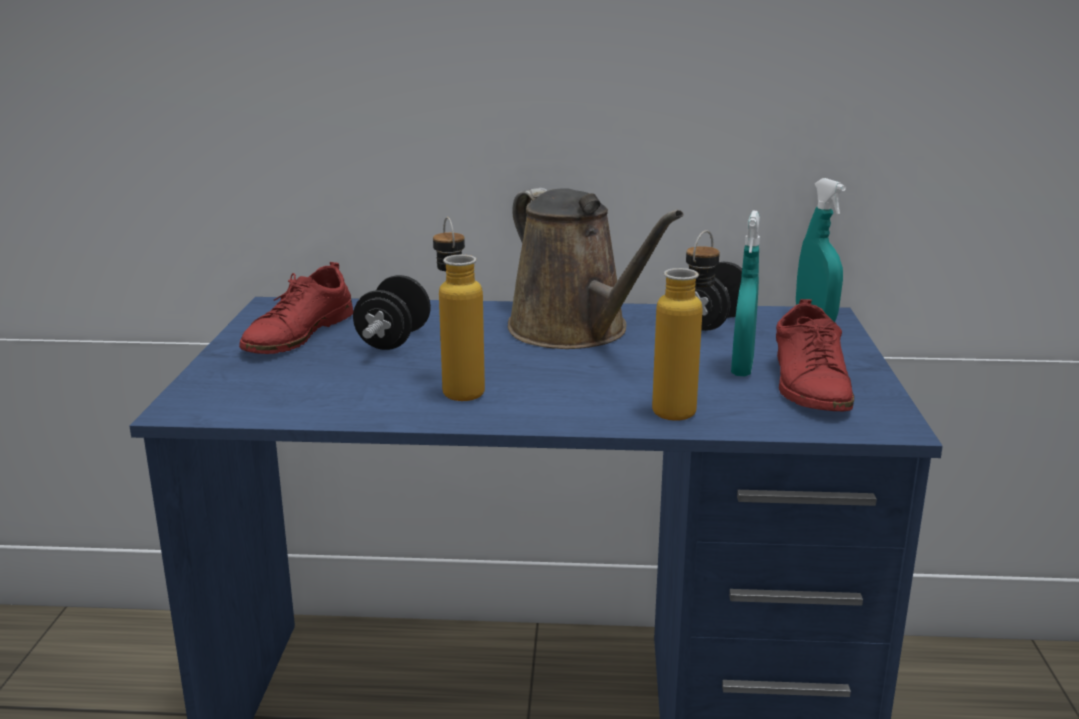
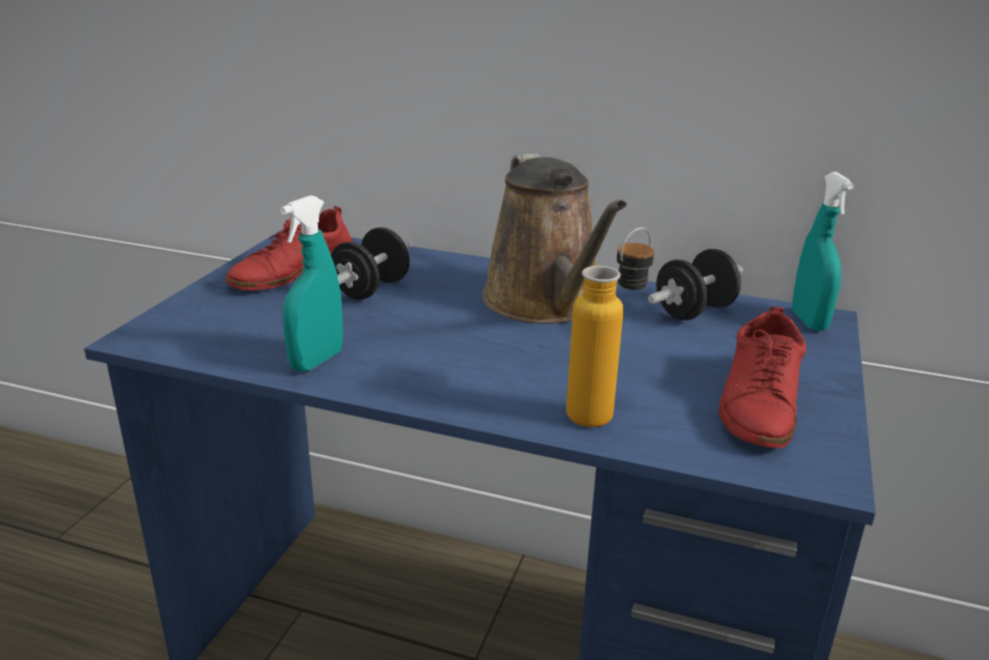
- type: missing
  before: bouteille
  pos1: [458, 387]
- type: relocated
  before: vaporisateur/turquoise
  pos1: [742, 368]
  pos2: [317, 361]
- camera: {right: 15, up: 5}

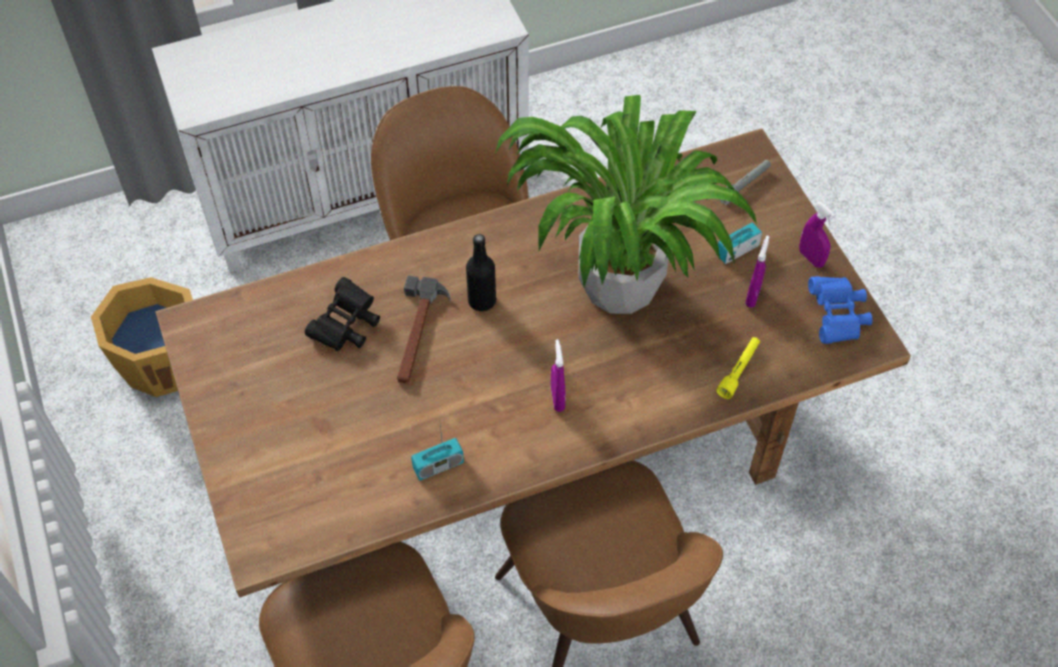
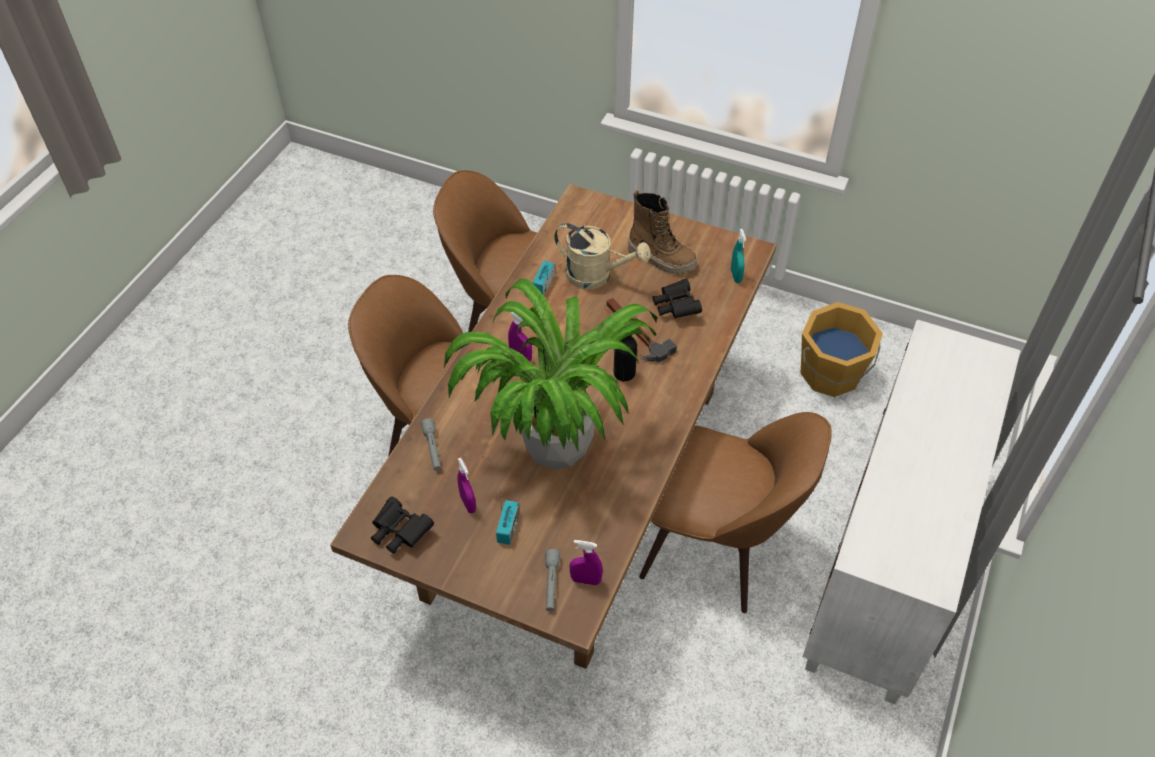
- type: appeared
  after: arrosoir/beige
  pos2: [596, 276]
- type: appeared
  after: botte
  pos2: [661, 259]
- type: appeared
  after: vaporisateur/turquoise
  pos2: [736, 276]
- type: relocated
  before: vaporisateur/violet
  pos1: [811, 258]
  pos2: [585, 580]
- type: colour
  before: lampe de poche/jaune
  after: lampe de poche/gris
  pos1: [739, 371]
  pos2: [433, 449]
- type: colour
  before: jumelles/bleu
  after: jumelles/noir
  pos1: [837, 317]
  pos2: [399, 532]
- camera: {right: 135, up: -5}

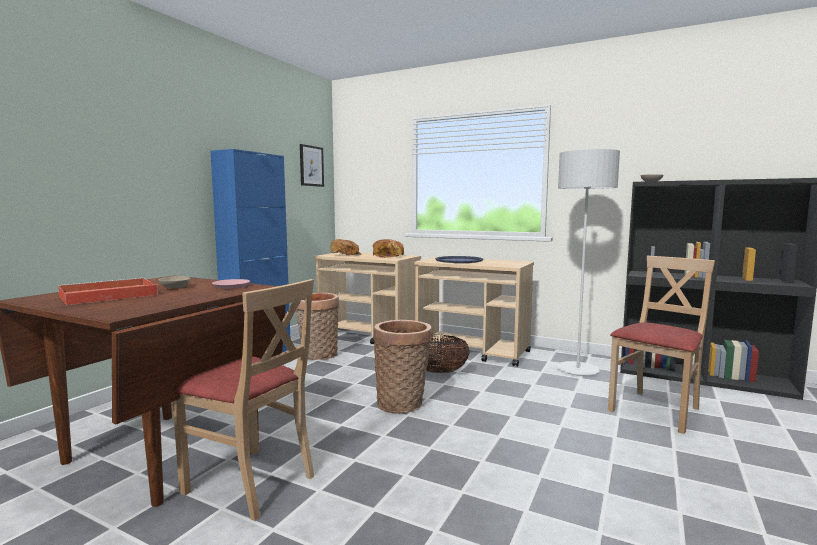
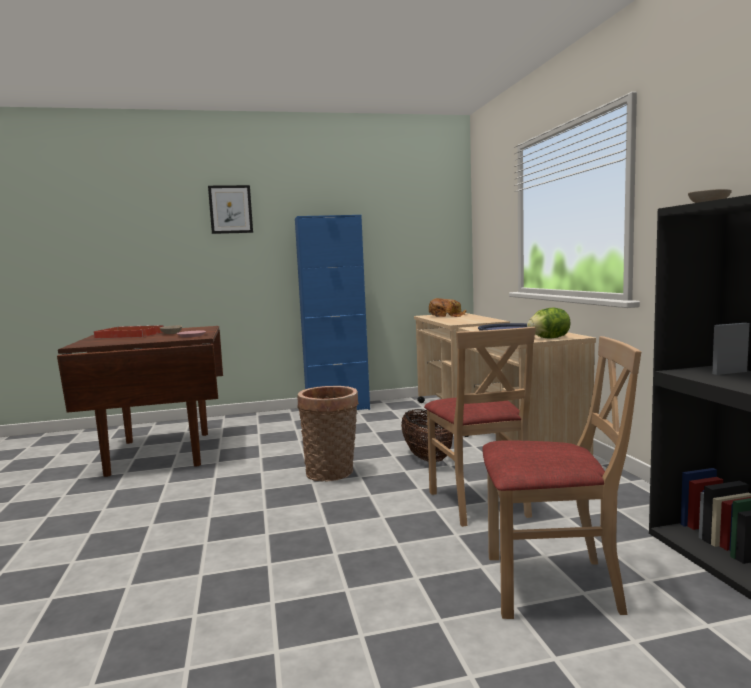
- type: missing
  before: panier
  pos1: [318, 355]
- type: missing
  before: pain
  pos1: [388, 256]
- type: missing
  before: lampadaire/gris
  pos1: [577, 370]
- type: appeared
  after: laitue
  pos2: [549, 338]
- type: relocated
  before: chaise/beige
  pos1: [250, 482]
  pos2: [480, 503]
- type: relocated
  before: tableau
  pos1: [311, 166]
  pos2: [230, 209]
- camera: {right: 50, up: 0}

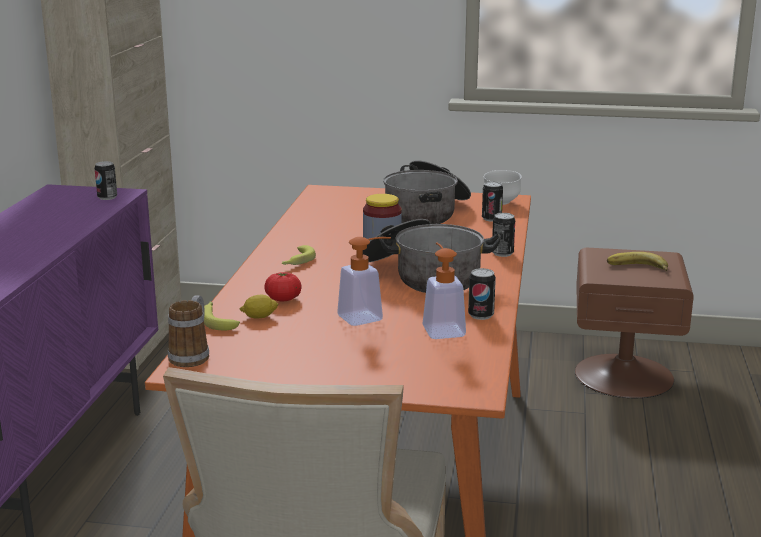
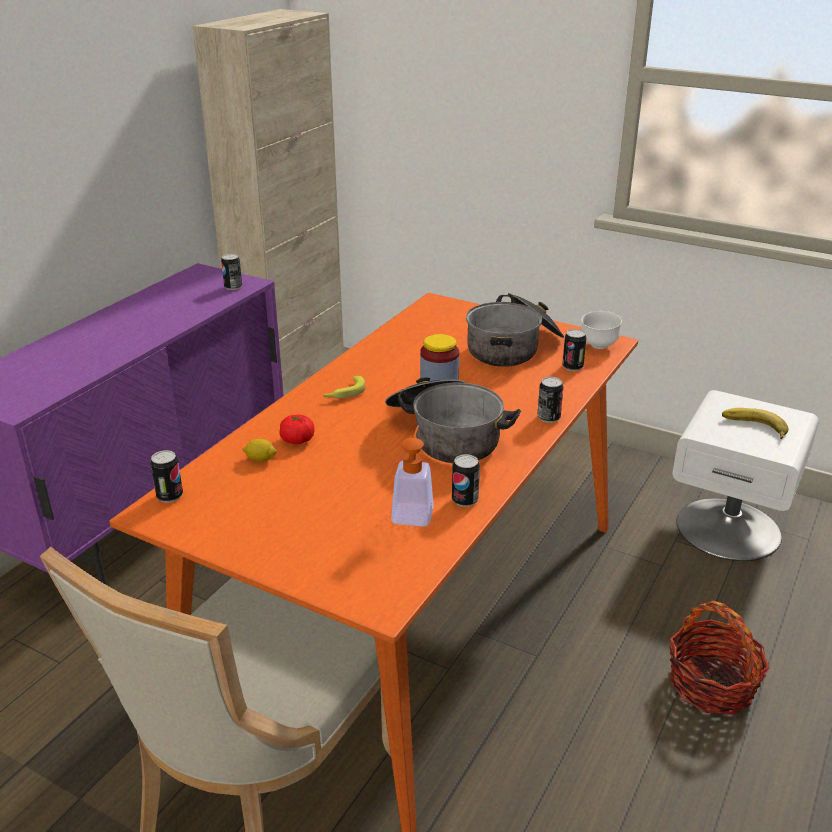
- type: missing
  before: banane
  pos1: [218, 320]
- type: missing
  before: distributeur de savon
  pos1: [367, 316]
- type: appeared
  after: panier
  pos2: [711, 684]
- type: exchanged
  before: mug
  after: boîte métallique
  pos1: [192, 355]
  pos2: [170, 496]
- type: colour
  before: table de chevet/marron
  after: table de chevet/blanc
  pos1: [624, 375]
  pos2: [728, 527]
- camera: {right: 20, up: 10}

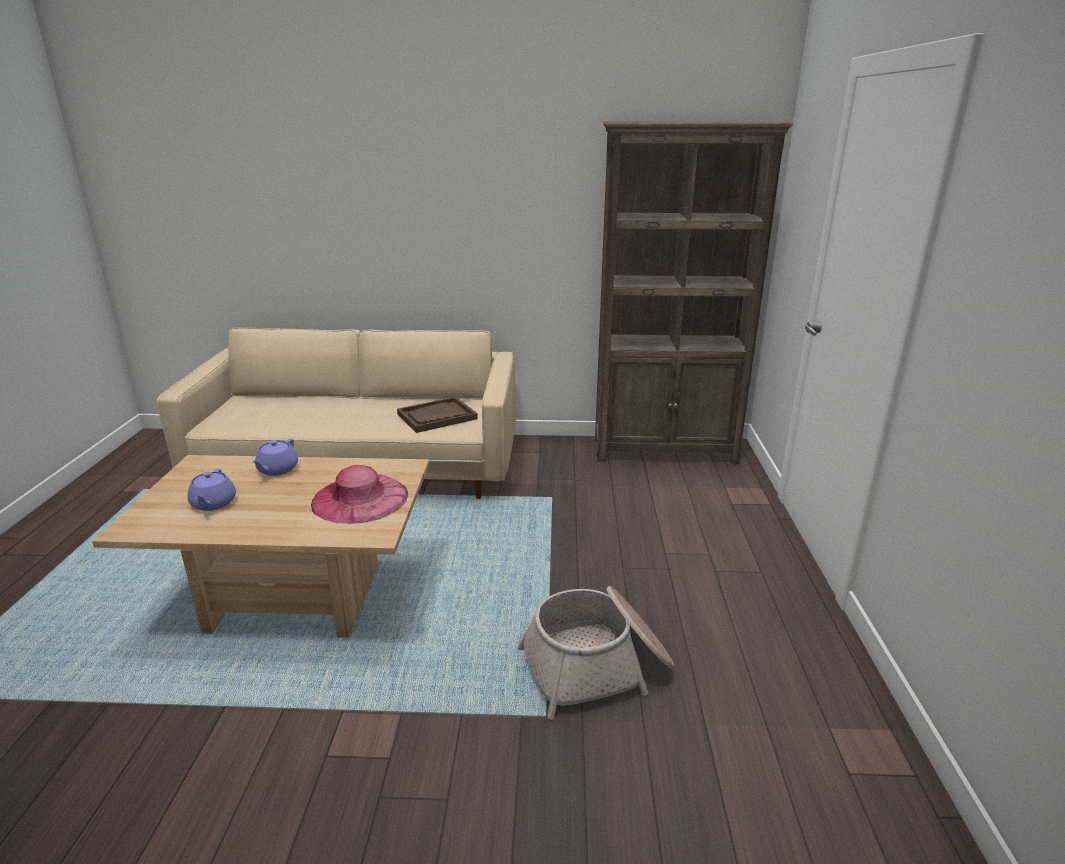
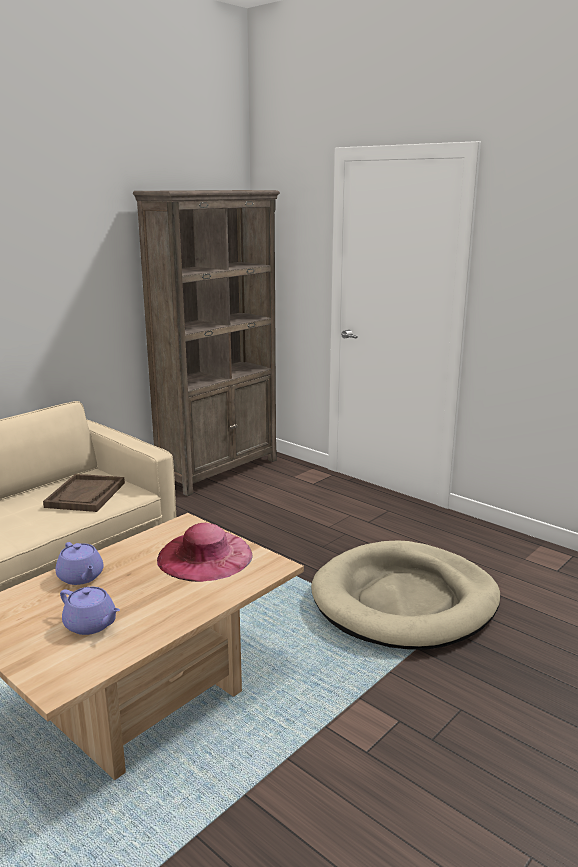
- type: exchanged
  before: panier
  after: panier pour chien/beige
  pos1: [597, 667]
  pos2: [405, 600]
- camera: {right: -50, up: -5}

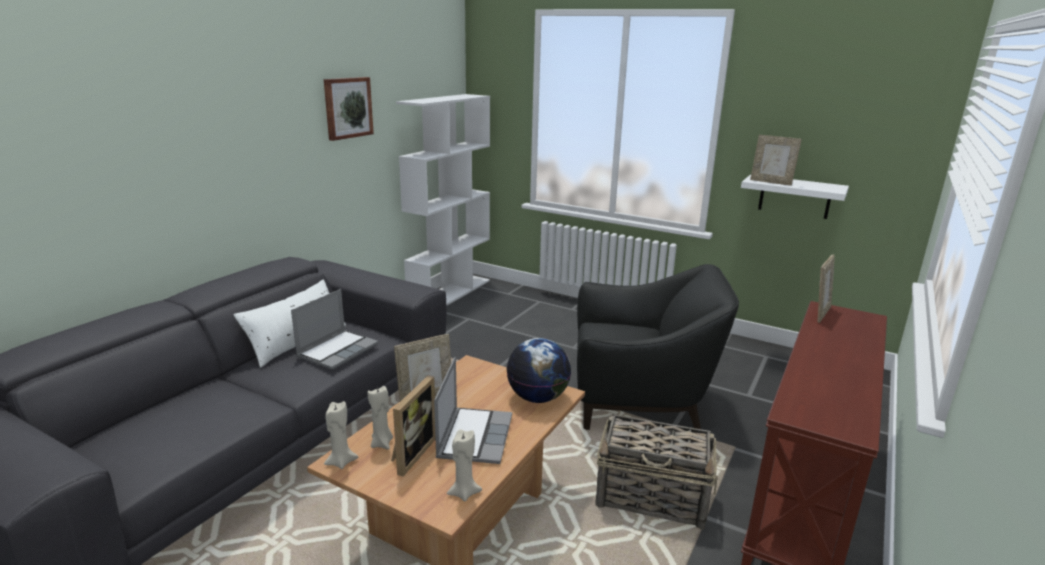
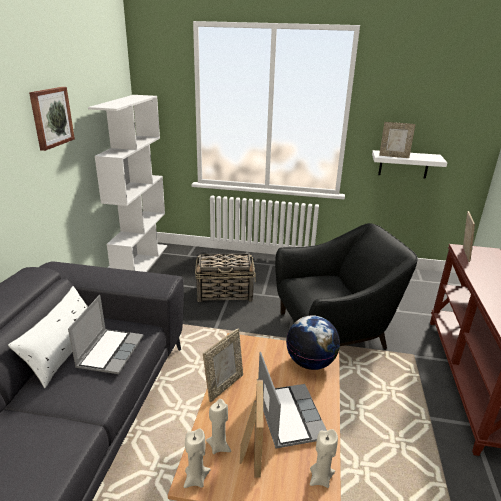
- type: relocated
  before: panier
  pos1: [652, 497]
  pos2: [225, 292]
- camera: {right: -20, up: 5}

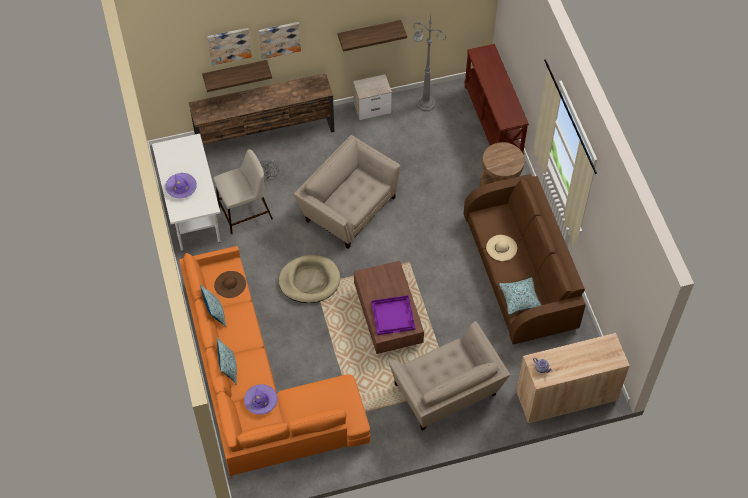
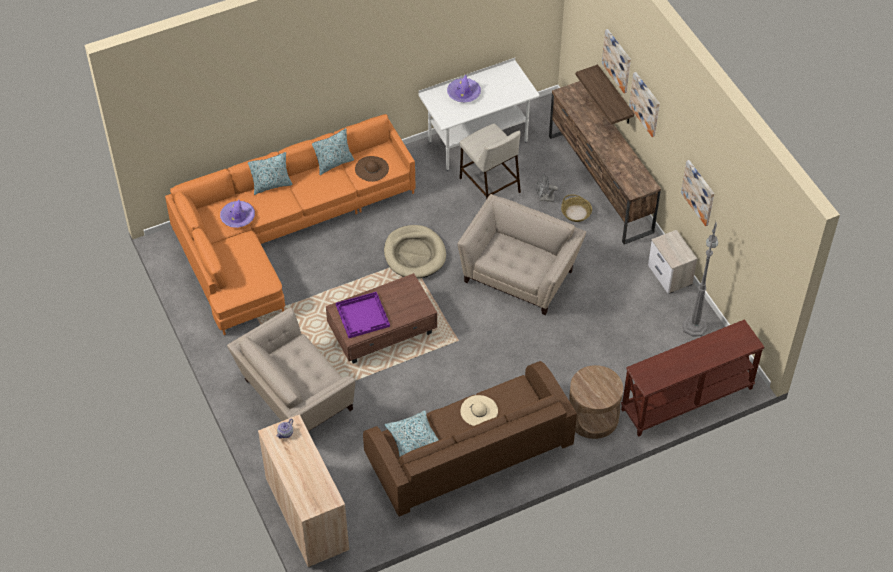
- type: appeared
  after: panier
  pos2: [576, 213]
- type: exchanged
  before: étagère
  after: tableau
  pos1: [369, 32]
  pos2: [699, 192]
- camera: {right: 80, up: -5}

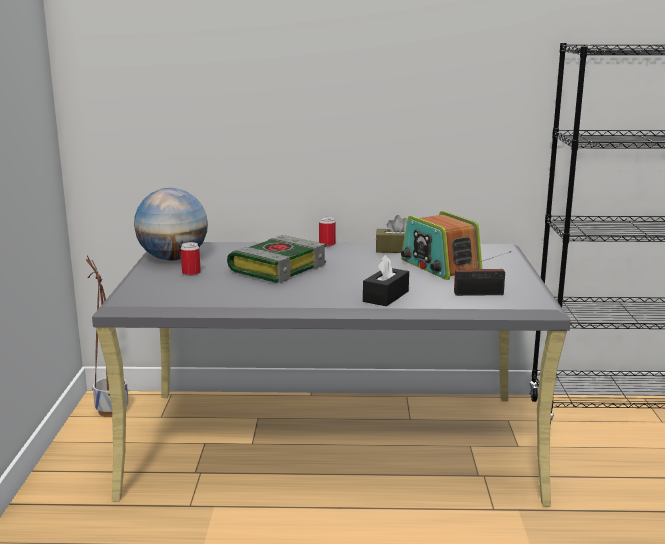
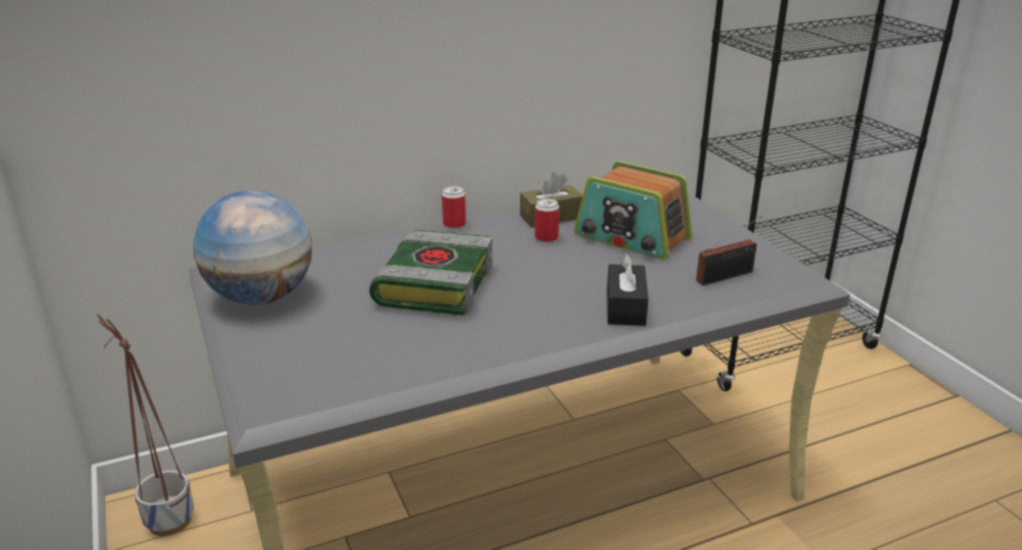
- type: relocated
  before: boîte métallique
  pos1: [191, 273]
  pos2: [546, 238]
- camera: {right: -25, up: 10}

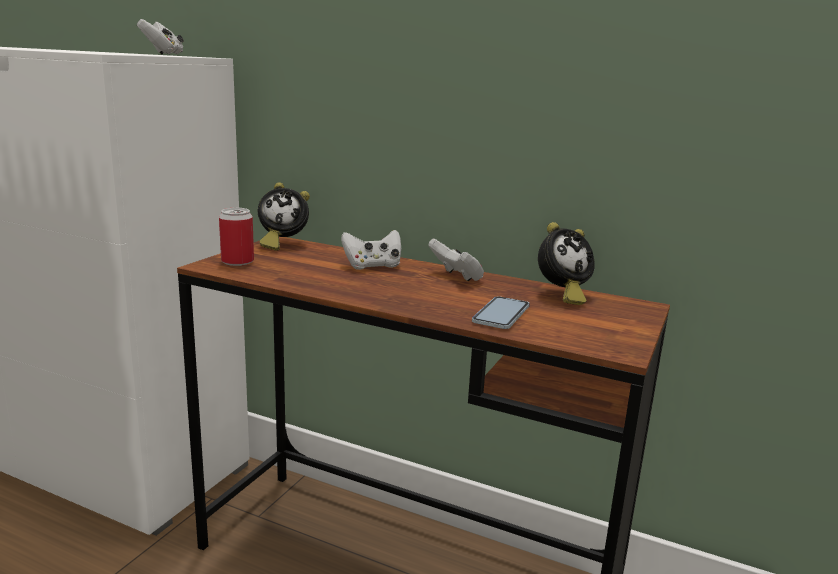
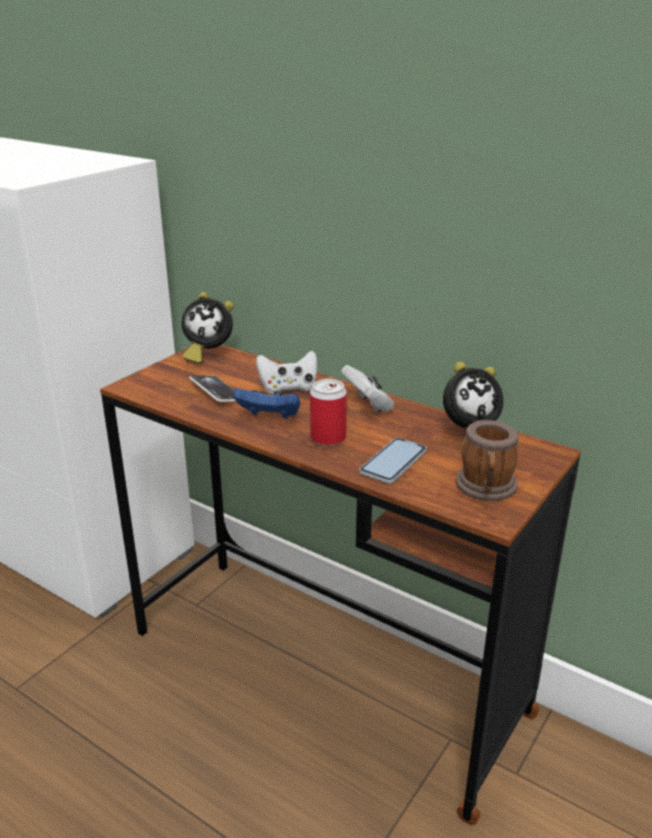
- type: missing
  before: manette/blanc
  pos1: [163, 54]
- type: appeared
  after: téléphone
  pos2: [217, 392]
- type: appeared
  after: manette/bleu
  pos2: [269, 418]
- type: appeared
  after: mug
  pos2: [486, 489]
- type: relocated
  before: boîte métallique
  pos1: [237, 262]
  pos2: [328, 438]
- camera: {right: 10, up: 10}

